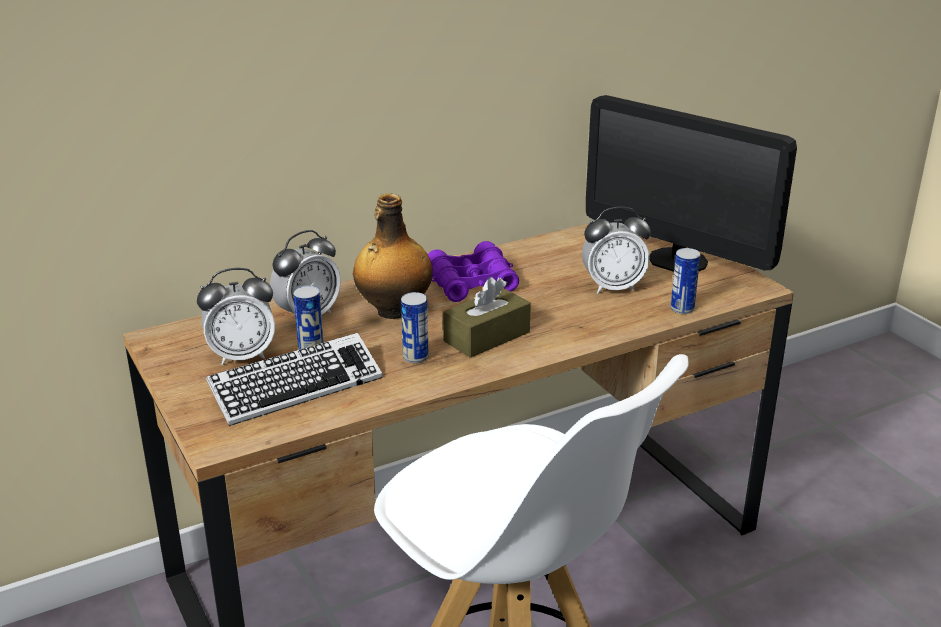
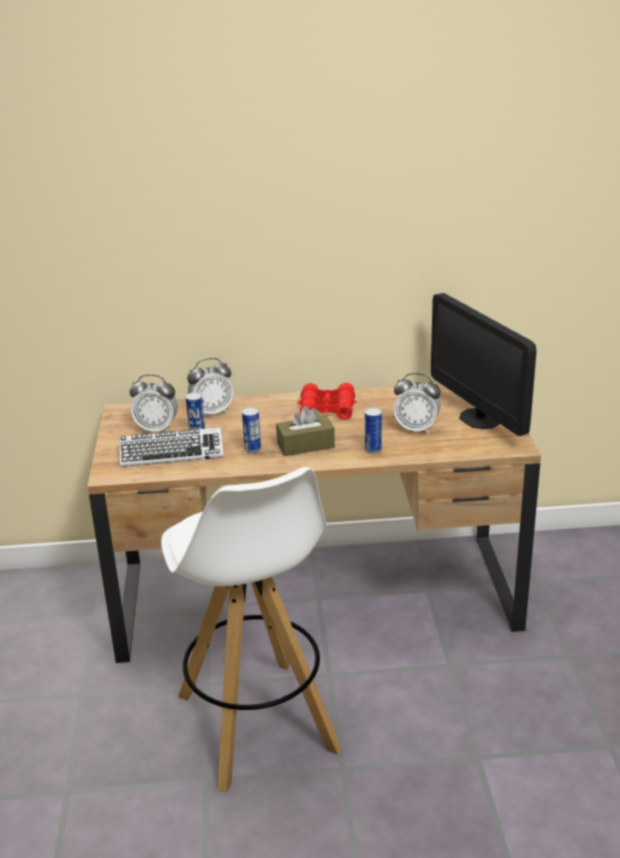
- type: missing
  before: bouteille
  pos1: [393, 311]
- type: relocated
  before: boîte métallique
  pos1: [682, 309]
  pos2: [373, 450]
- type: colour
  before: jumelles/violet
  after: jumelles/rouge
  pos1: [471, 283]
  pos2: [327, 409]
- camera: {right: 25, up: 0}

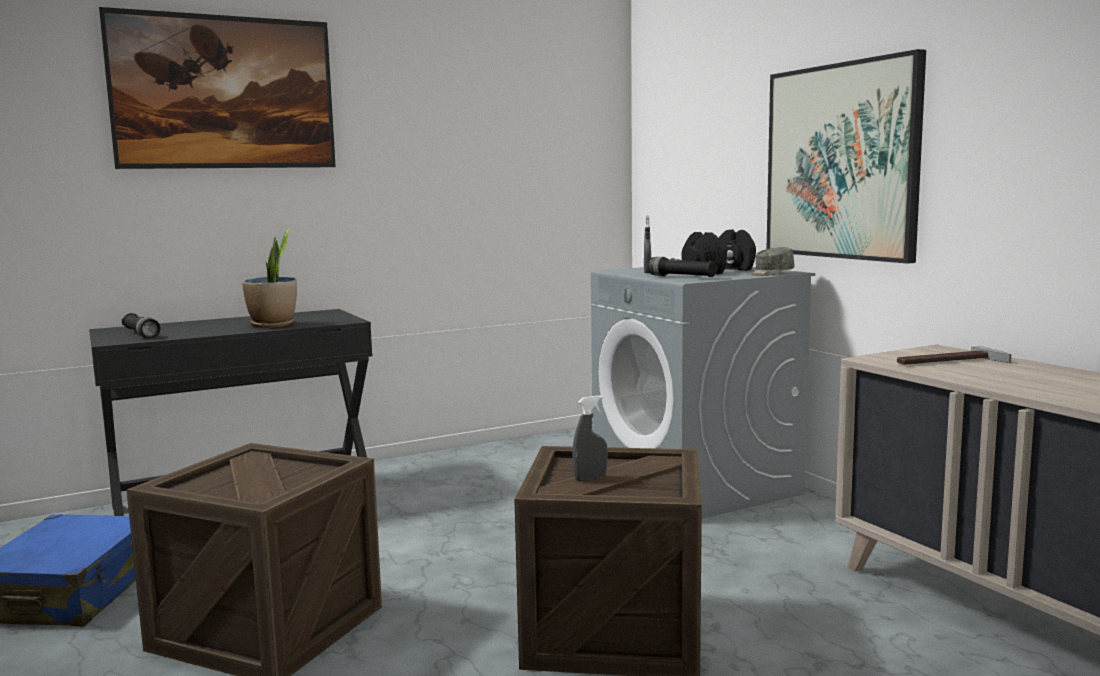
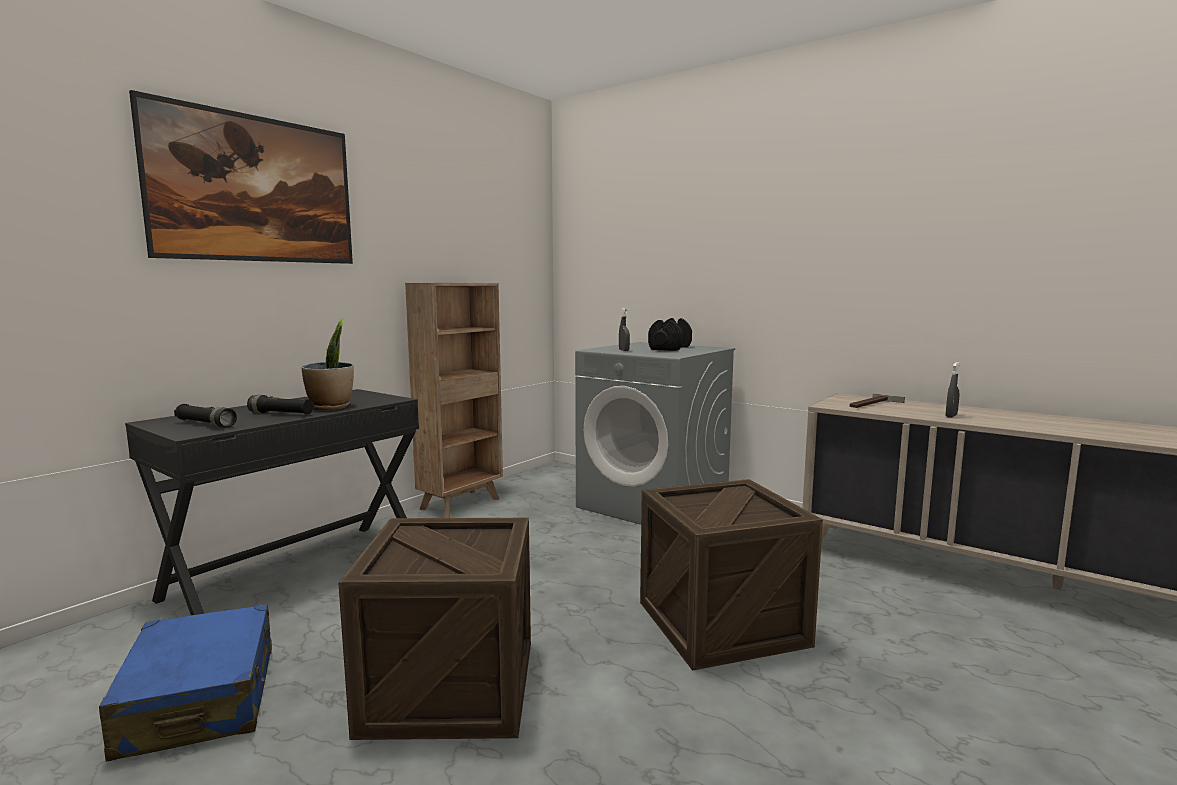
- type: missing
  before: casquette/gris
  pos1: [771, 273]
- type: missing
  before: tableau
  pos1: [841, 161]
- type: appeared
  after: bibliothèque/marron
  pos2: [462, 503]
- type: relocated
  before: vaporisateur/gris
  pos1: [590, 478]
  pos2: [951, 416]
- type: relocated
  before: lampe de poche/noir
  pos1: [681, 277]
  pos2: [281, 414]
- camera: {right: -25, up: 0}

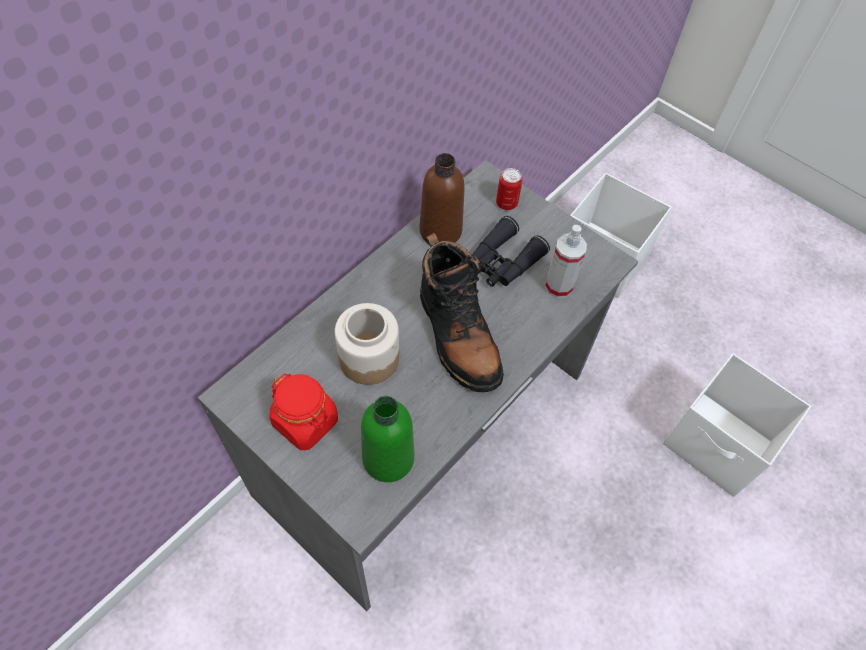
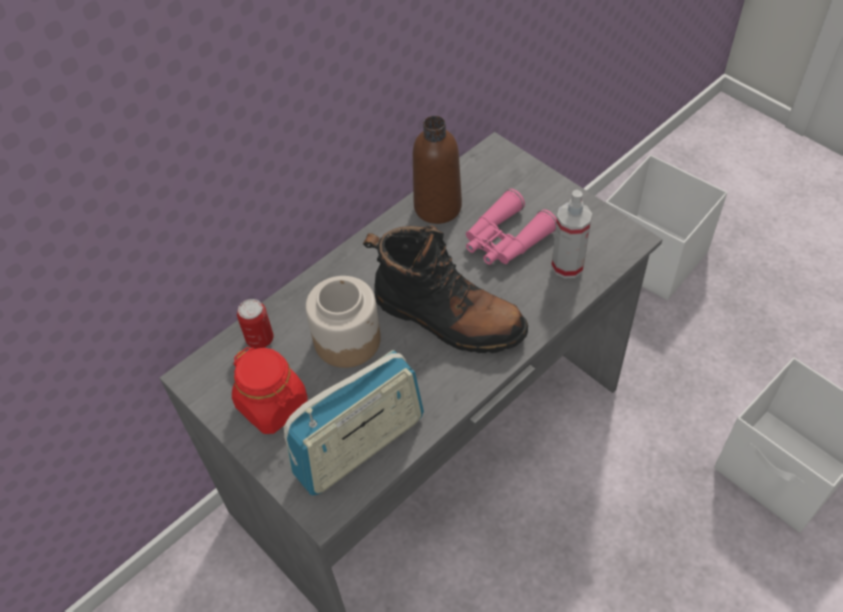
- type: relocated
  before: boîte métallique
  pos1: [506, 203]
  pos2: [260, 339]
- type: exchanged
  before: bouteille/vert
  after: radio
  pos1: [388, 458]
  pos2: [360, 446]
- type: colour
  before: jumelles/noir
  after: jumelles/rose
  pos1: [502, 262]
  pos2: [505, 240]
- type: spun
  before: botte/noir
  pos1: [457, 336]
  pos2: [448, 317]
  turn: -45
- camera: {right: 10, up: -5}

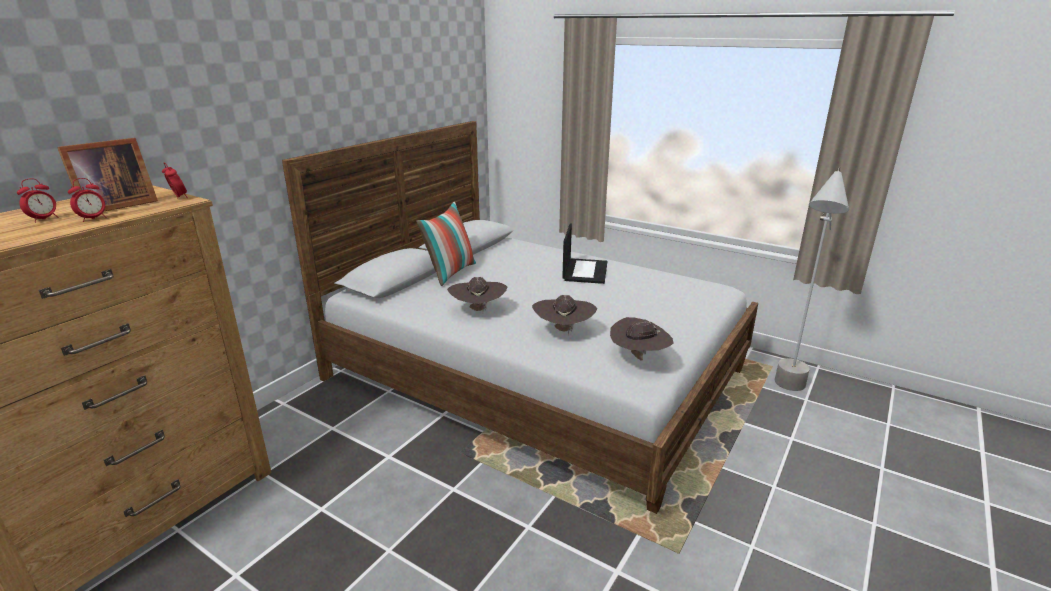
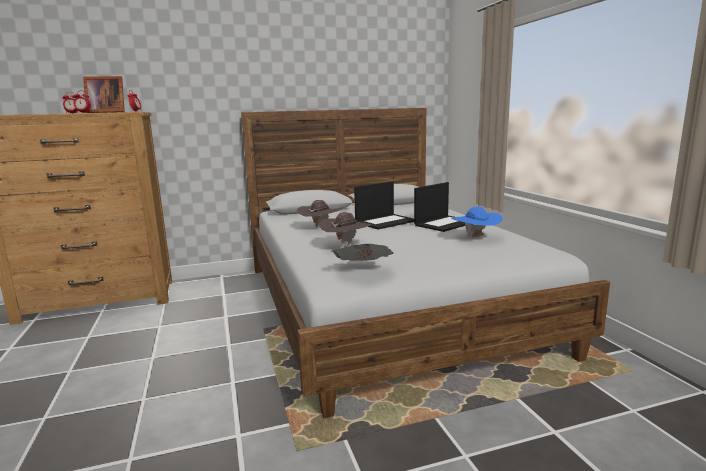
- type: missing
  before: coussin
  pos1: [450, 273]
- type: missing
  before: lampadaire/gris
  pos1: [787, 395]
- type: appeared
  after: ordinateur portable
  pos2: [385, 222]
- type: appeared
  after: chapeau/bleu
  pos2: [476, 238]
- type: exchanged
  before: chapeau/marron
  after: journal
  pos1: [639, 358]
  pos2: [363, 269]
- camera: {right: 40, up: -10}

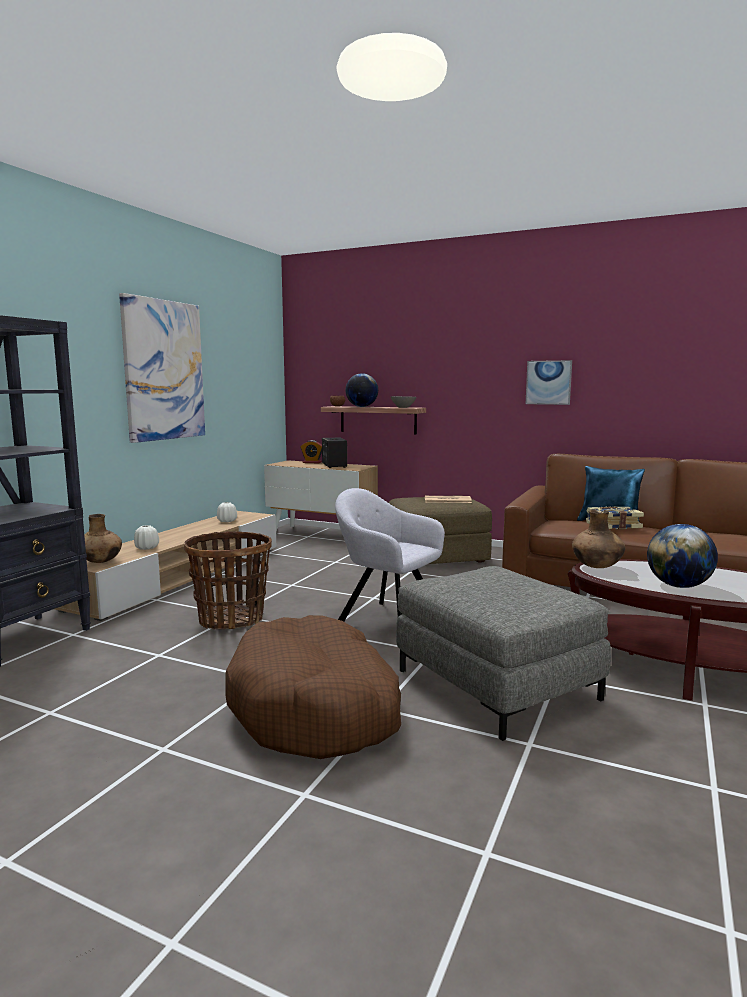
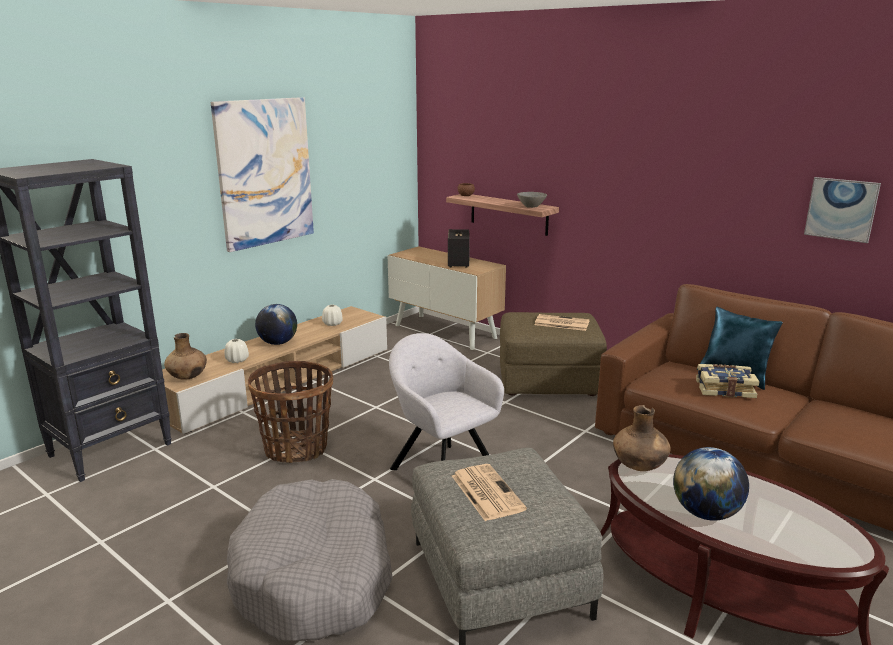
- type: missing
  before: réveil
  pos1: [312, 462]
- type: appeared
  after: journal
  pos2: [486, 492]
- type: relocated
  before: globe
  pos1: [362, 407]
  pos2: [278, 343]
- type: relocated
  before: tableau
  pos1: [548, 382]
  pos2: [841, 209]
- type: colour
  before: panier pour chien/marron
  after: panier pour chien/gris
  pos1: [316, 708]
  pos2: [314, 577]
- camera: {right: 15, up: 10}

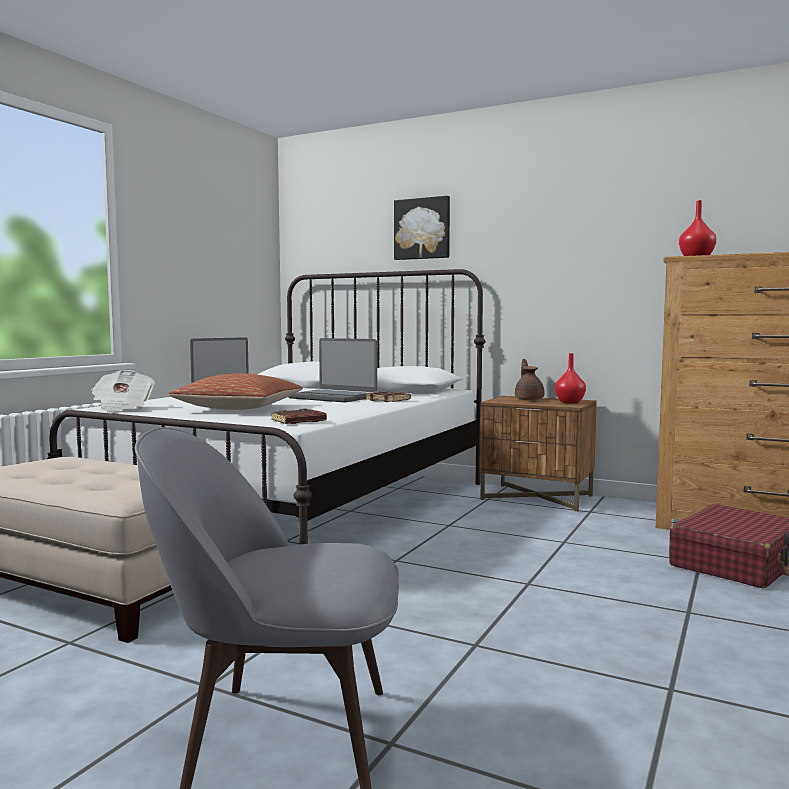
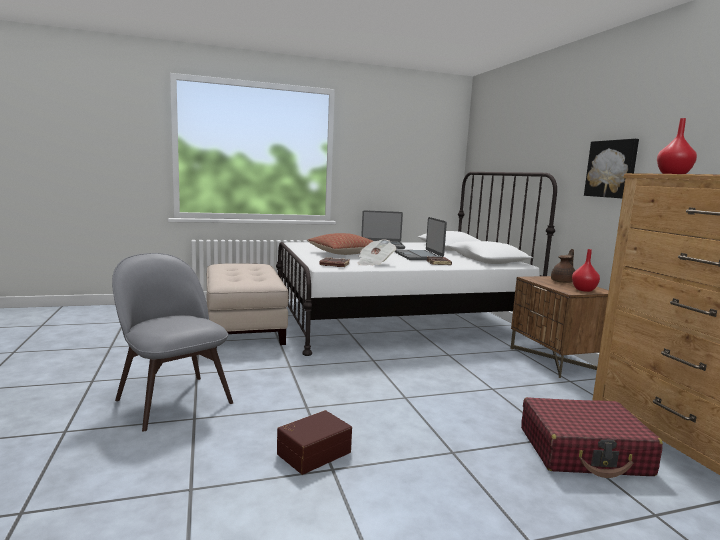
- type: appeared
  after: boîte de rangement/marron
  pos2: [313, 452]
- type: relocated
  before: journal
  pos1: [122, 407]
  pos2: [374, 263]
- type: relocated
  before: tableau
  pos1: [422, 229]
  pos2: [612, 169]
- camera: {right: 45, up: 5}

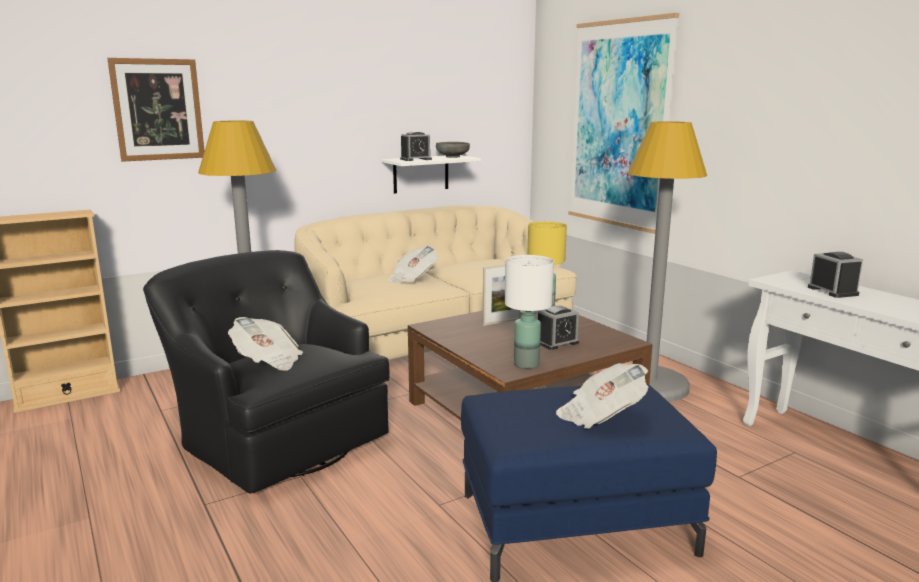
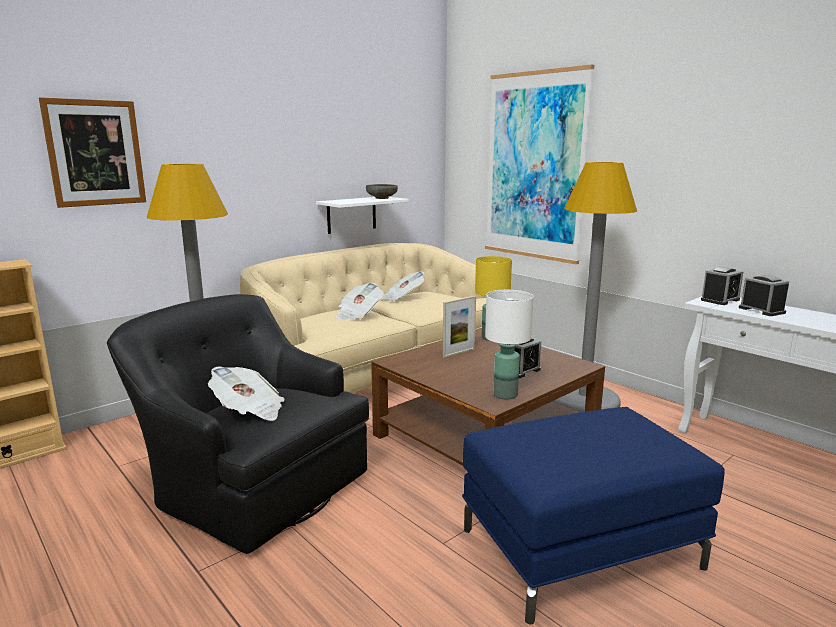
- type: relocated
  before: réveil
  pos1: [415, 159]
  pos2: [720, 300]
- type: relocated
  before: journal
  pos1: [600, 416]
  pos2: [402, 298]
- camera: {right: -10, up: 0}

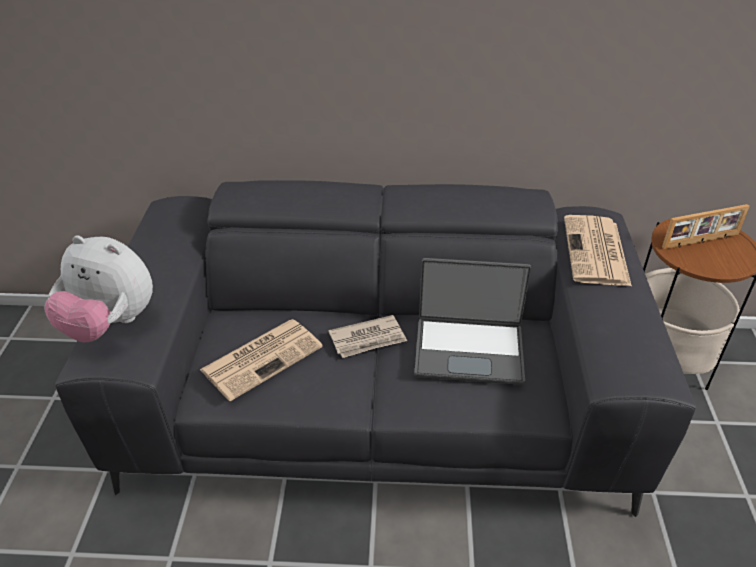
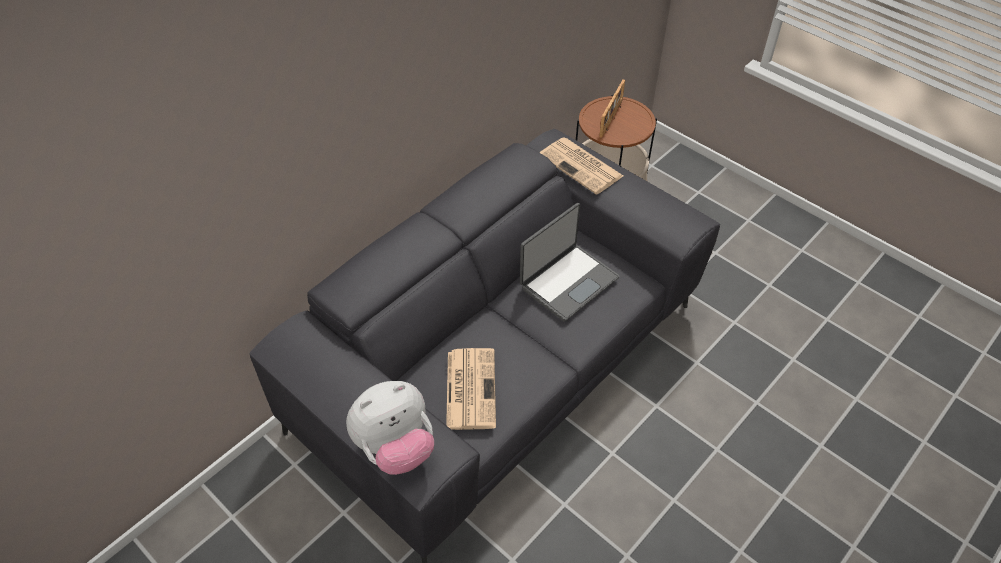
- type: missing
  before: journal
  pos1: [368, 339]
- camera: {right: -50, up: 10}

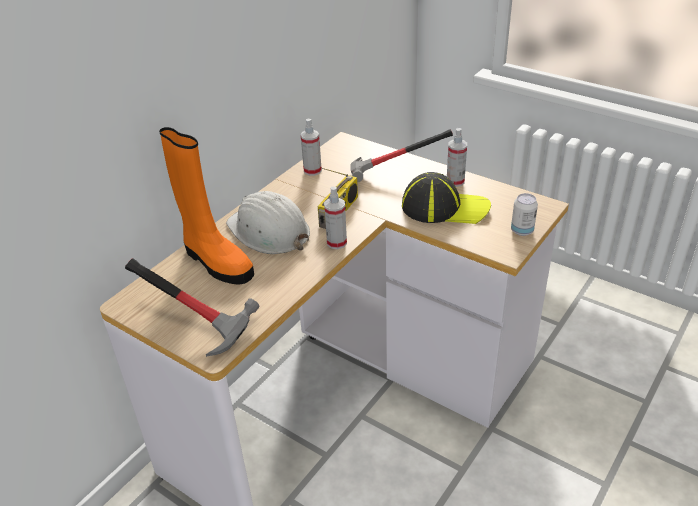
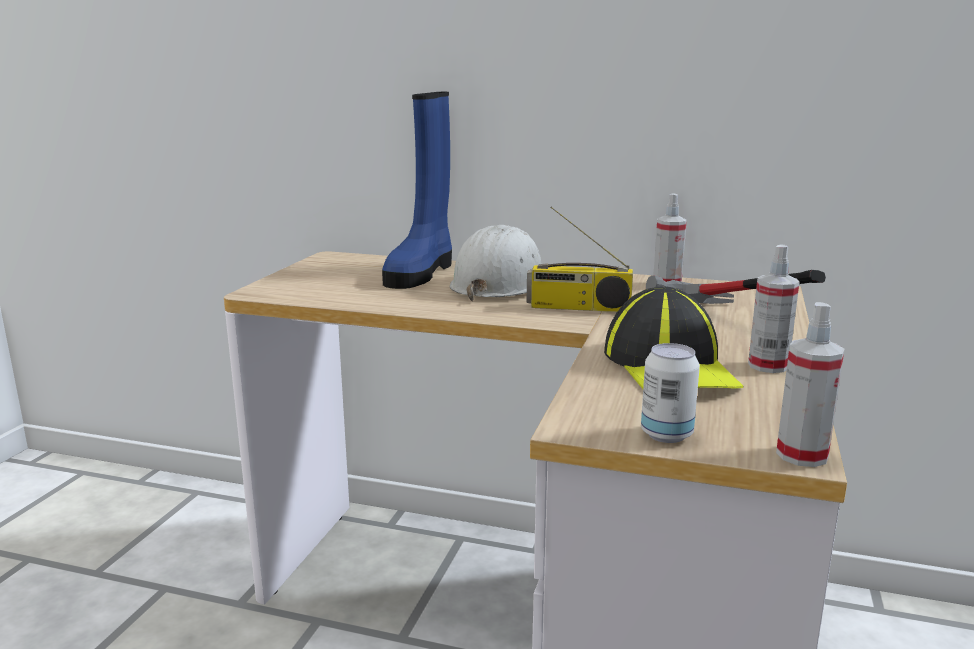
- type: missing
  before: marteau
  pos1: [200, 320]
- type: relocated
  before: vaporisateur
  pos1: [336, 243]
  pos2: [802, 455]
- type: colour
  before: botte/orange
  after: botte/bleu
  pos1: [216, 262]
  pos2: [421, 273]
- camera: {right: 70, up: -20}

